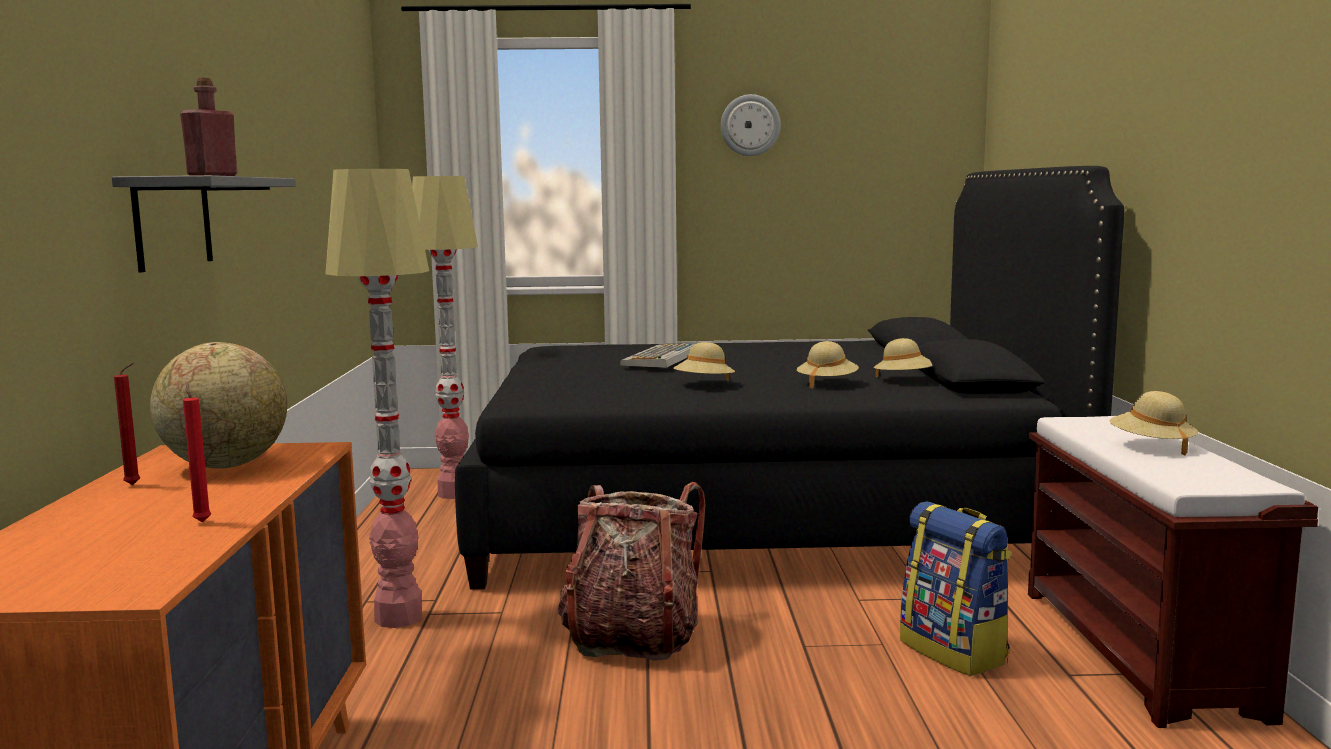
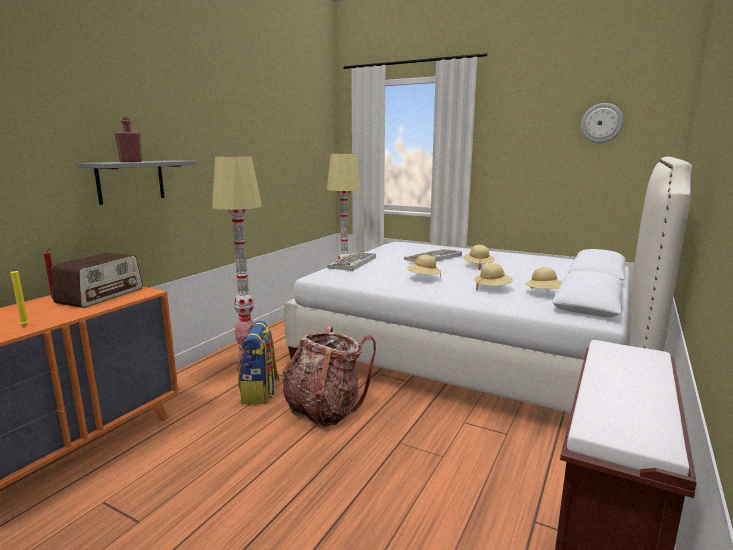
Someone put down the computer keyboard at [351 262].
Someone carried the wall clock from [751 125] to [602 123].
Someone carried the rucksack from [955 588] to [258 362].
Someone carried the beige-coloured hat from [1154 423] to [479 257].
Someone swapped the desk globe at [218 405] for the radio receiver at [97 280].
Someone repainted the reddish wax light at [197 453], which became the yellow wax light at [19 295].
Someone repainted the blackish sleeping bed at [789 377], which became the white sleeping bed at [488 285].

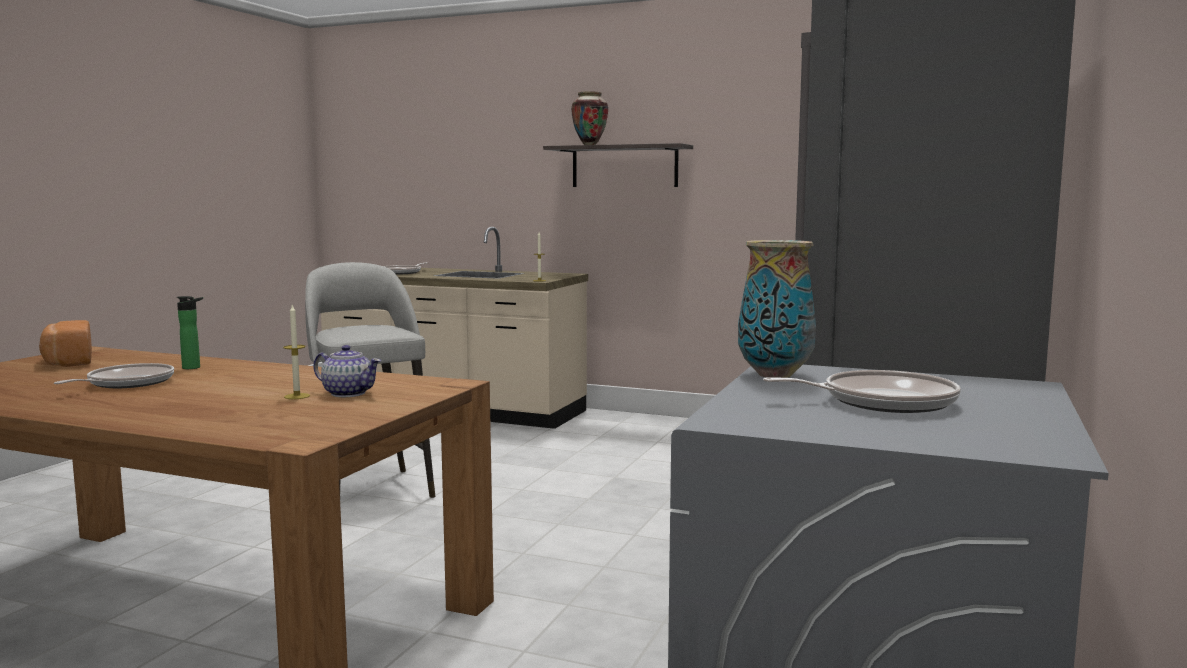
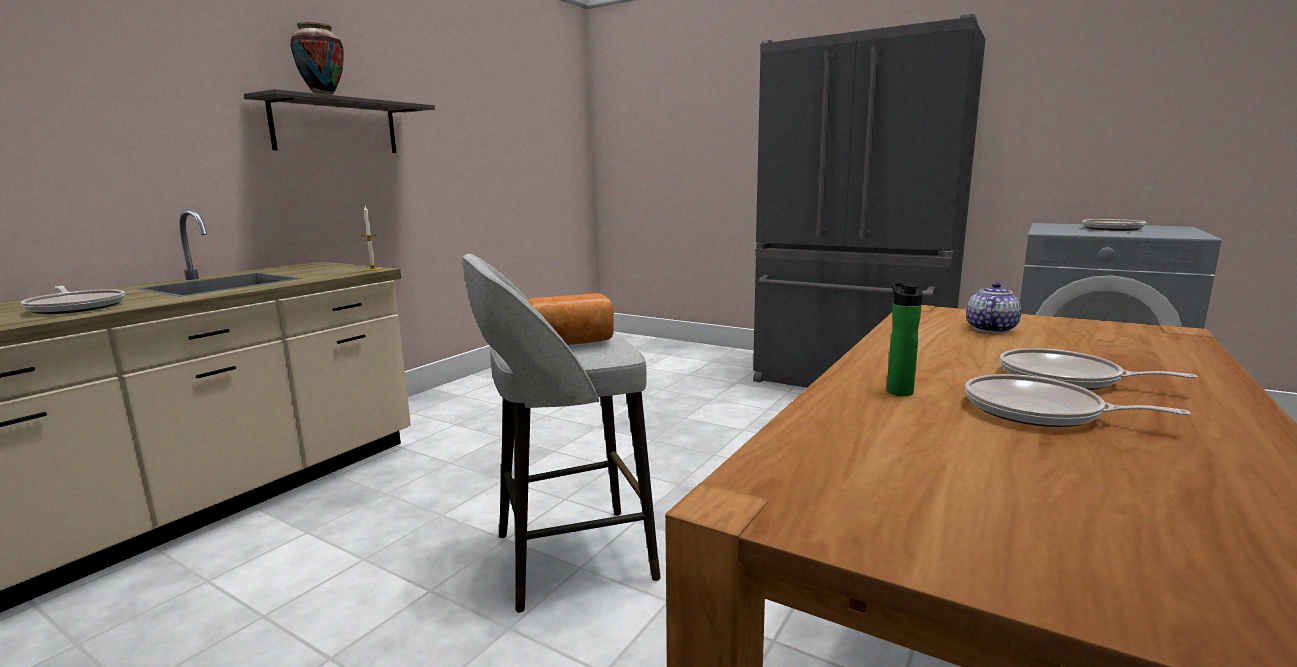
Someone took away the wax light at [296 352].
Someone took away the flower vase at [777 309].
Someone put down the frying pan at [1099 369].
Someone carried the baked bread from [65 343] to [570 319].

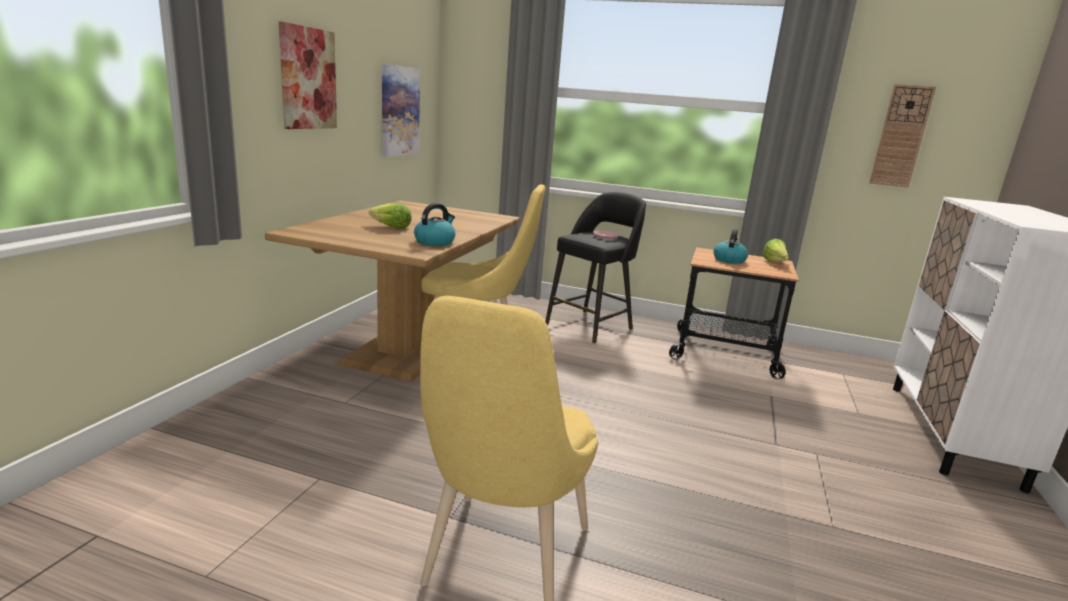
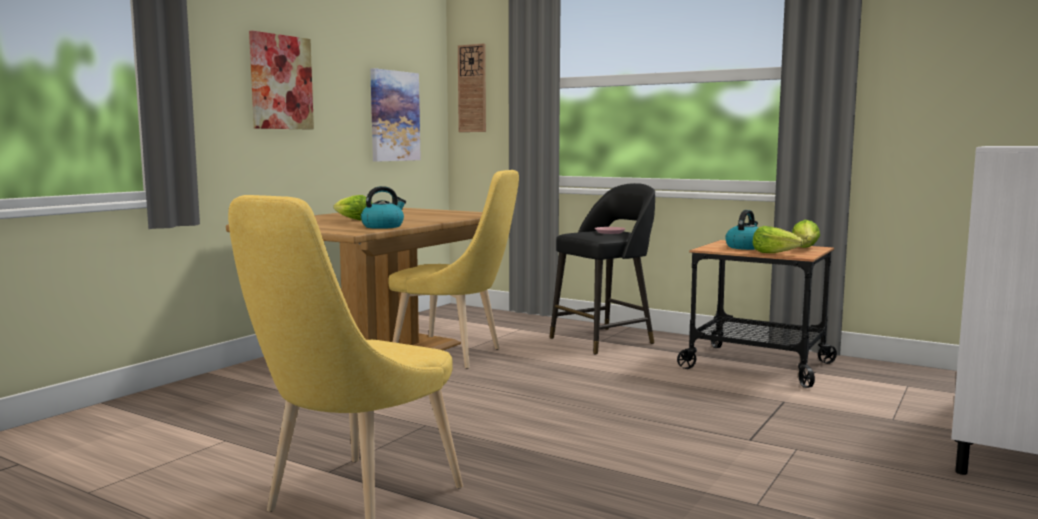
Someone put down the lettuce head at [778 239].
Someone carried the wall clock from [902 136] to [472 87].

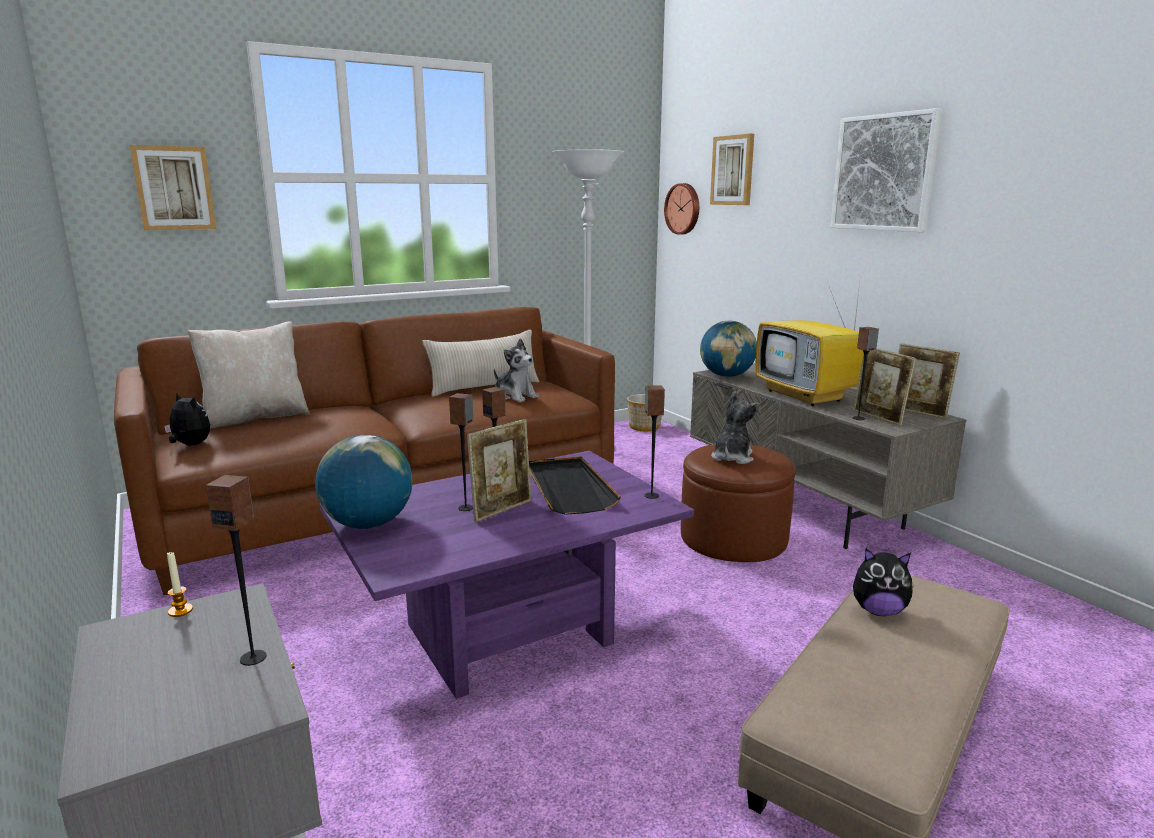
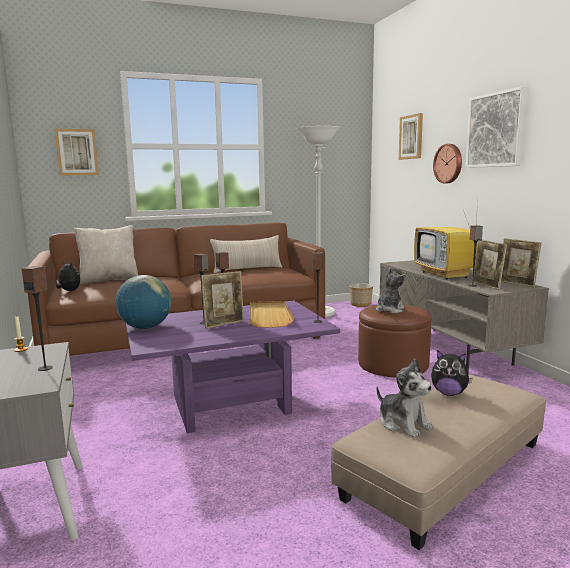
Someone took away the desk globe at [728 349].
Someone carried the cuddly toy from [516 370] to [405 398].
Someone carried the wall clock from [681 209] to [447 163].
Someone repainted the blackish carrying tray at [575 485], which became the beige-coloured carrying tray at [271 314].

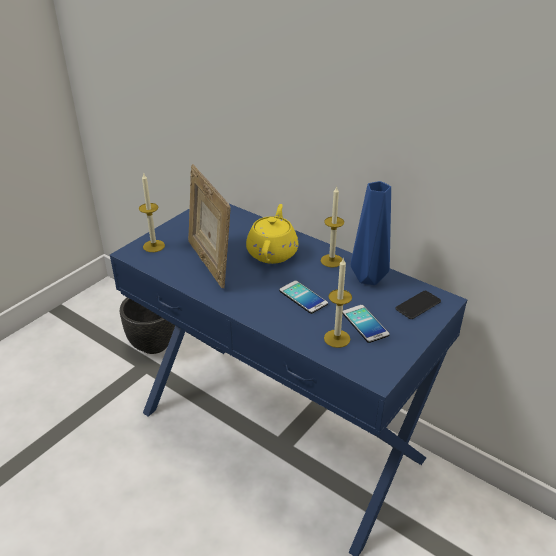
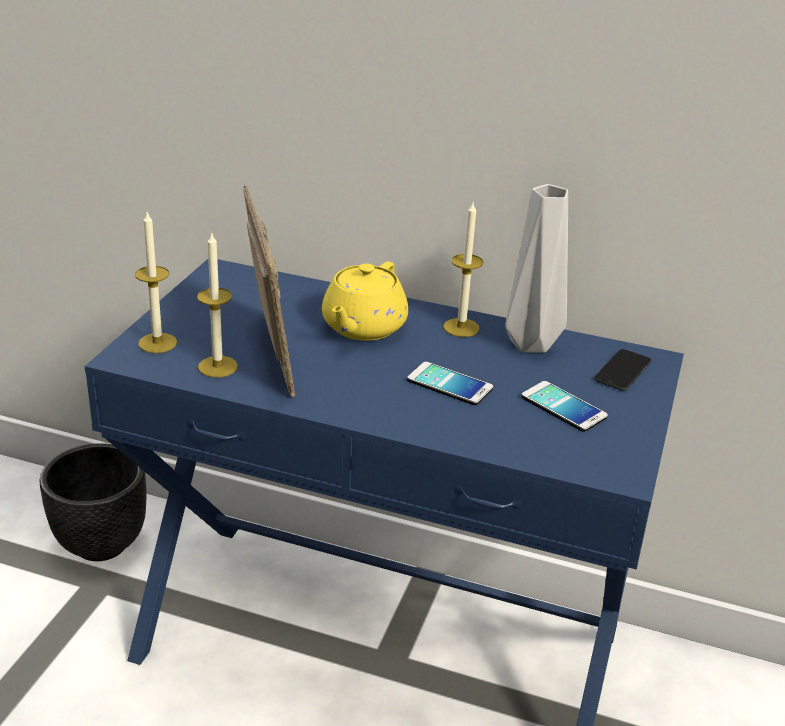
Someone carried the wax light from [338 303] to [217 304].
Someone repainted the bluish flower vase at [370 233], which became the grey flower vase at [536 268].
Someone rotated the standing frame at [209 226] by 150 degrees counterclockwise.
Someone rotated the yellow teapot at [272 234] by 150 degrees counterclockwise.

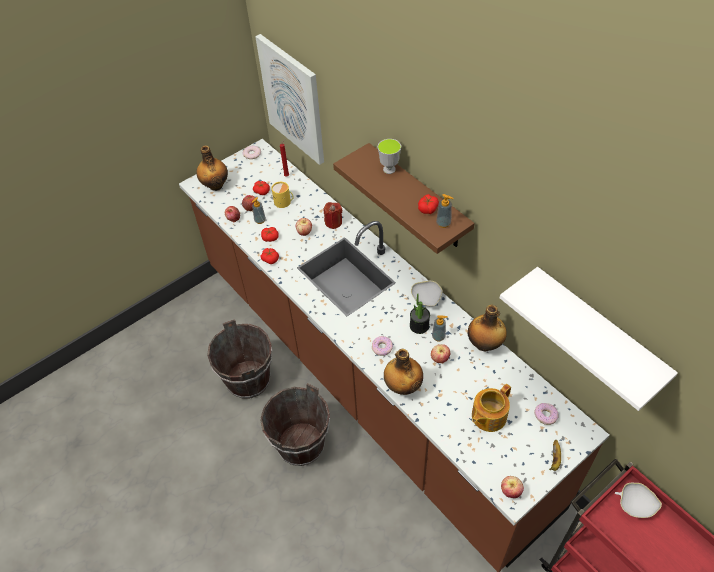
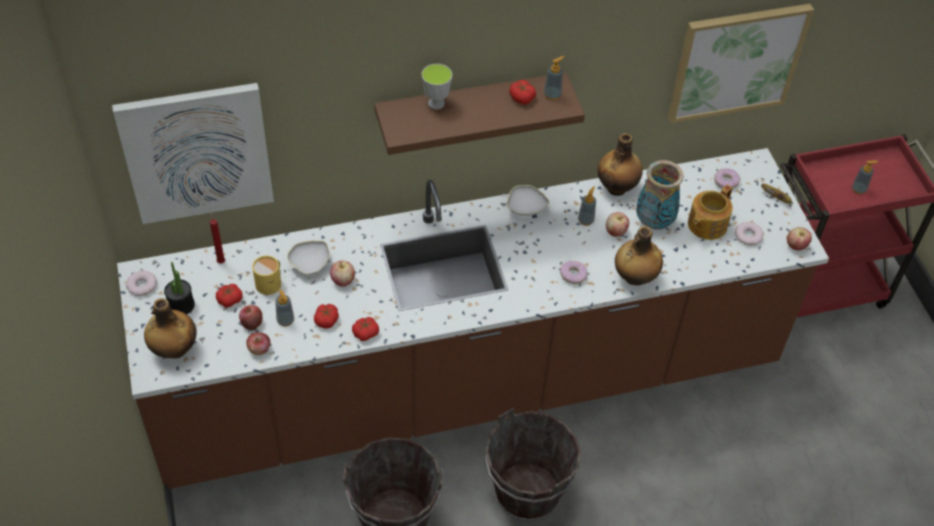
Someone took away the reddish wax light at [332 215].
Someone put down the flower vase at [660 195].
Someone put down the ring doughnut at [749 233].
Someone put down the soap dispenser at [865 177].
Someone carried the plant in a pot from [420 313] to [179 288].
Someone carried the white deep dish from [638 500] to [308 258].
Someone swapped the white bracket shelf at [589 339] for the picture at [741 63].
Someone rotated the teapot at [491 408] by 60 degrees clockwise.

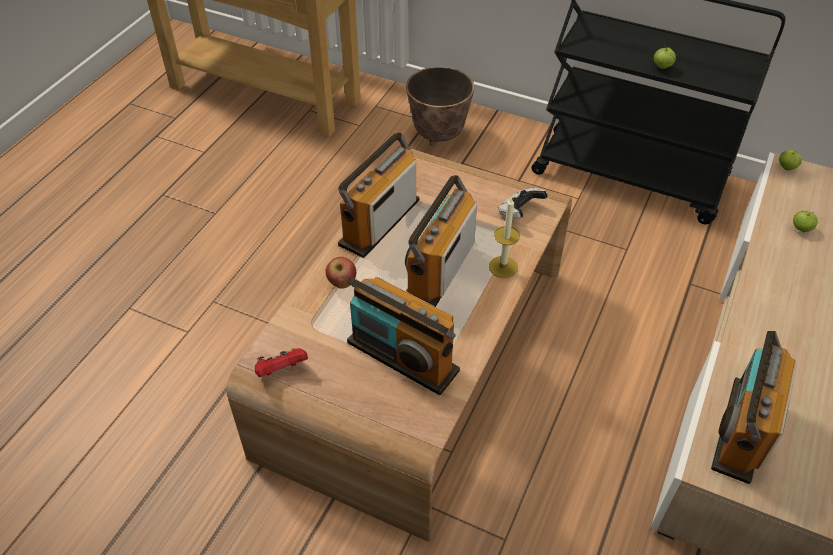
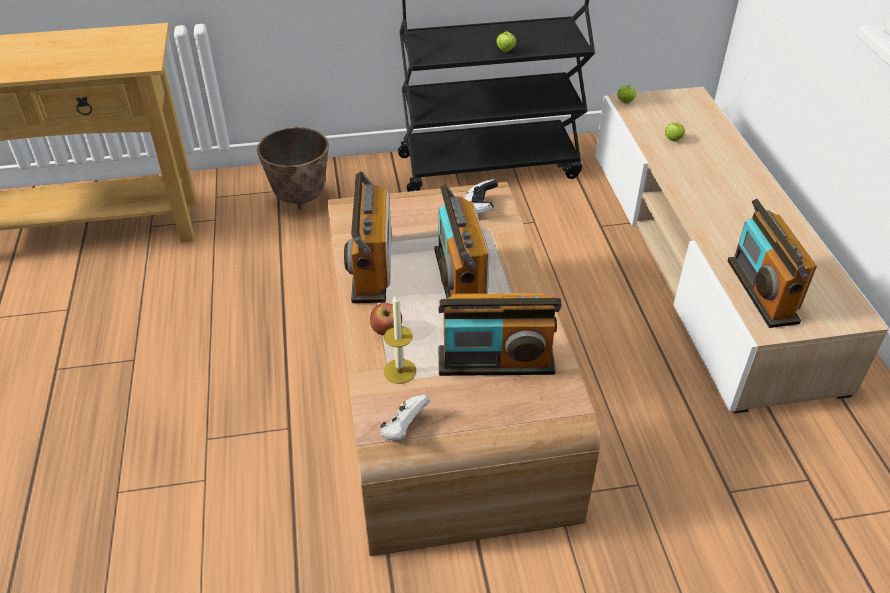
Someone carried the wax light from [504 237] to [400 339].
Someone repainted the reddish game controller at [281 362], which became the white game controller at [405 417].

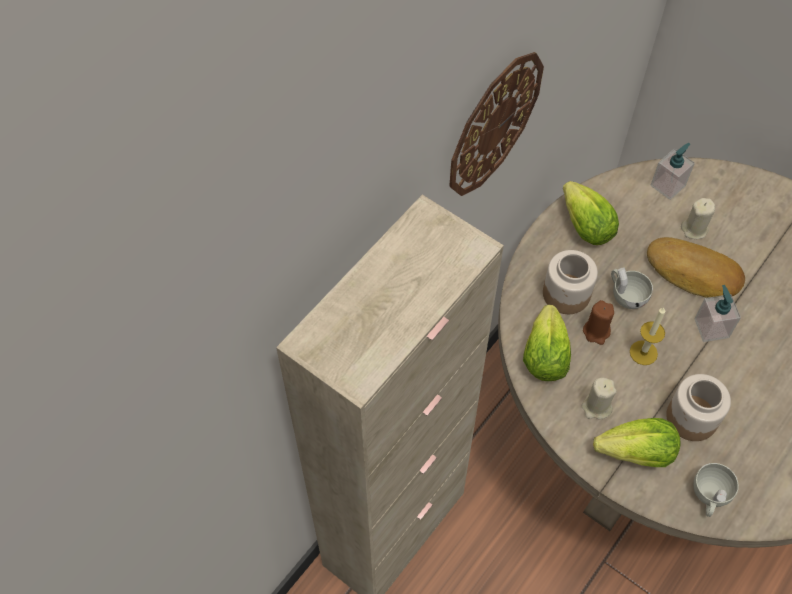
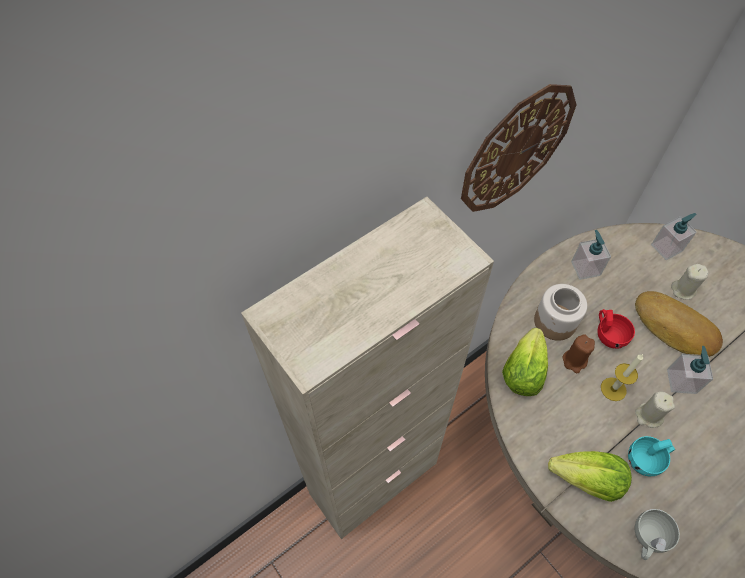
Someone carried the beige-coloured wax light from [599 399] to [655 409].
Someone swapped the lettuce head at [591 213] for the soap dispenser at [591 255].
Someone swapped the storage jar at [698 407] for the turquoise drinking cup at [651 456].
Someone repainted the white drinking cup at [632 288], which became the reddish drinking cup at [616 329].

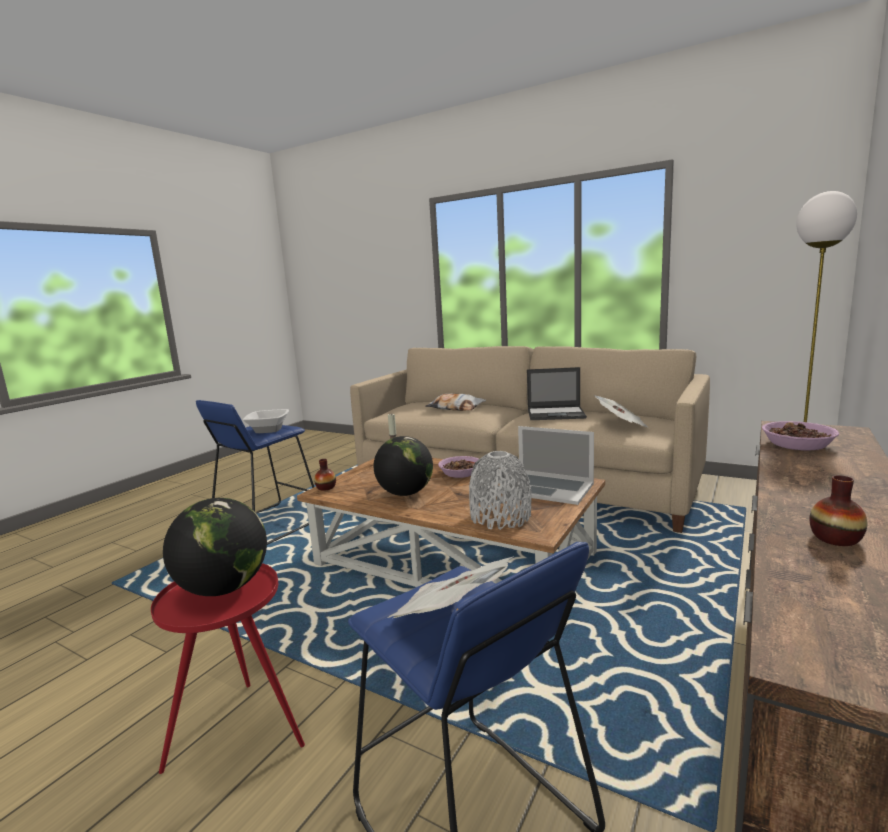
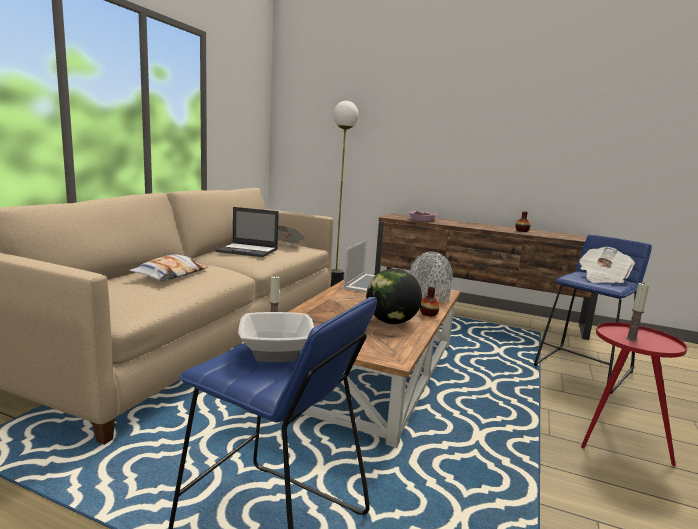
Someone took away the deep dish at [458 467].
Someone carried the flower vase from [325 475] to [430 301].
Someone swapped the desk globe at [215 547] for the wax light at [637 311].
Someone rotated the portable computer at [557 393] by 105 degrees clockwise.

